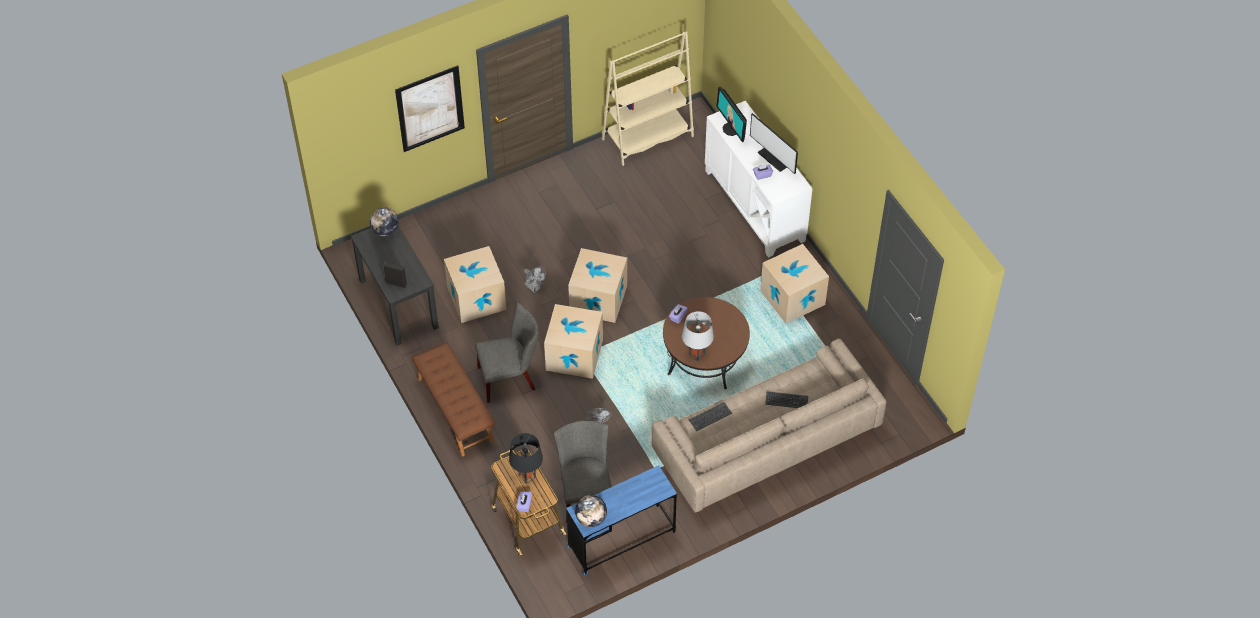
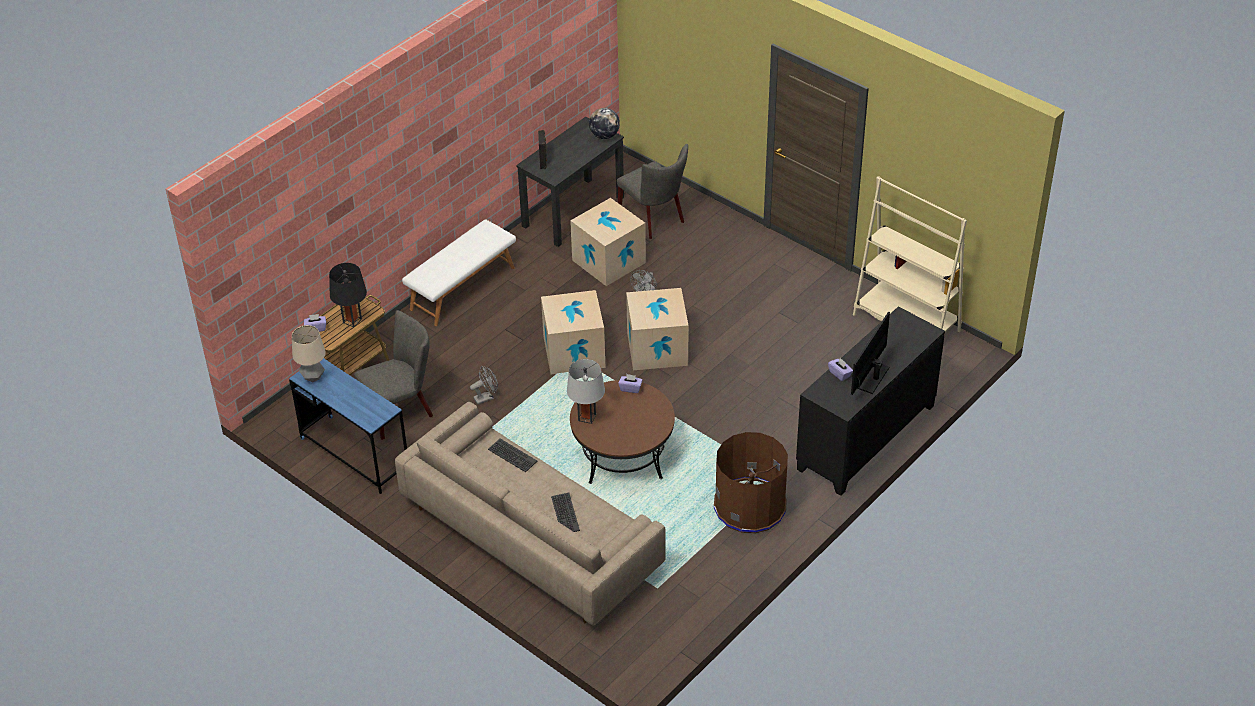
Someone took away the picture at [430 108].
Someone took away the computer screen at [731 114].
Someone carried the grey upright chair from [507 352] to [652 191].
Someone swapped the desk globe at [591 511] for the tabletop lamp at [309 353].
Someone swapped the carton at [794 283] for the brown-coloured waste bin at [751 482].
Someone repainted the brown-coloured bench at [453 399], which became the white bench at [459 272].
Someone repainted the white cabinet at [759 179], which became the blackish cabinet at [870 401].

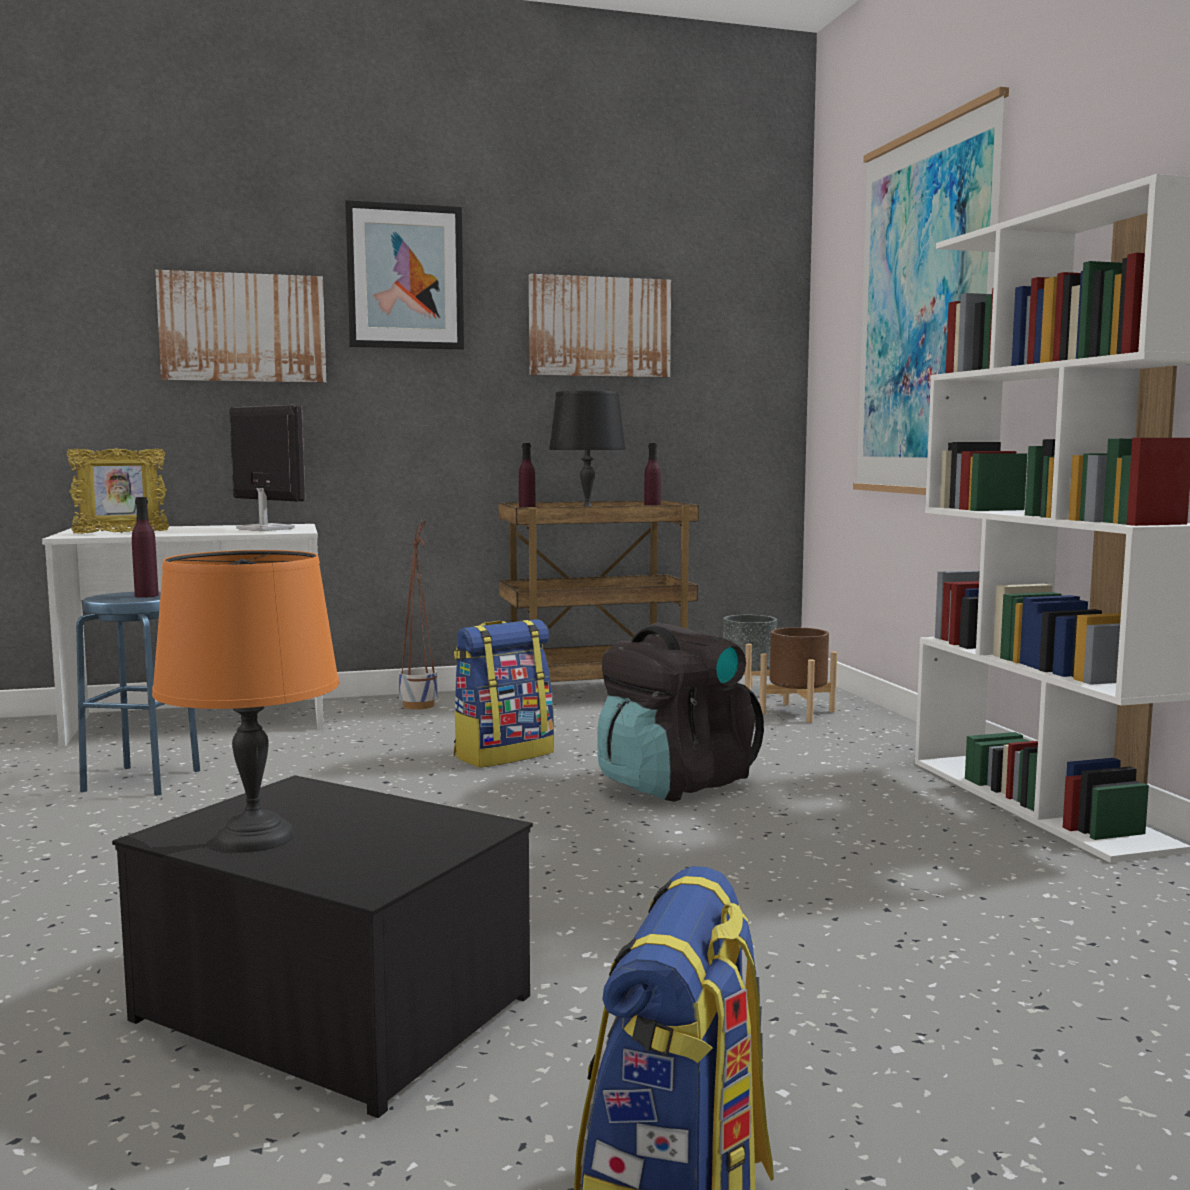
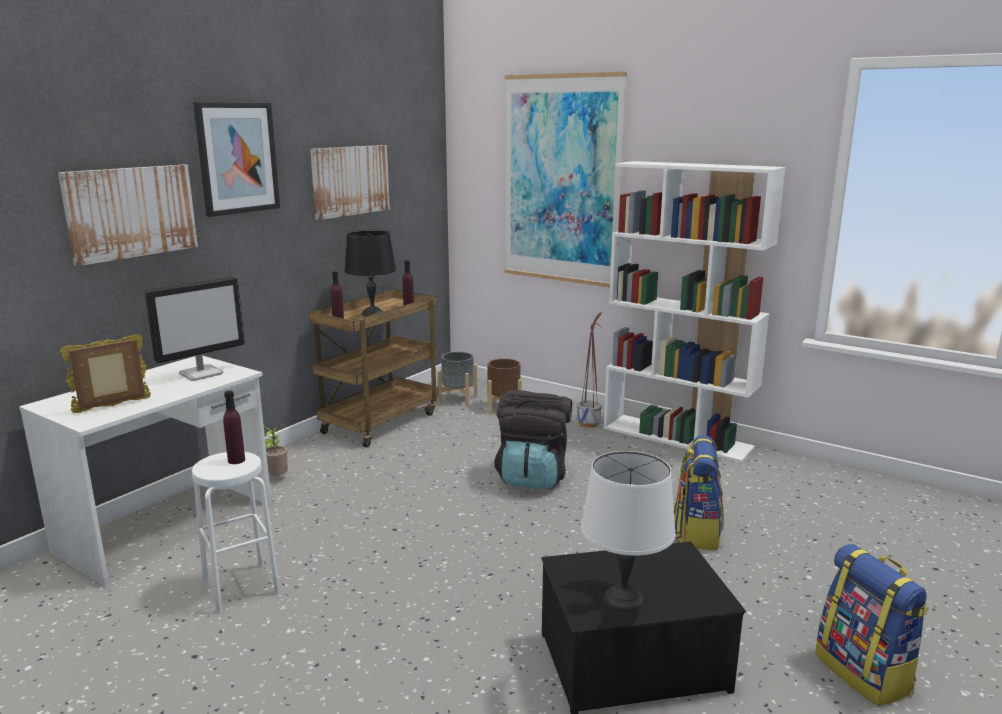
Someone put down the plant in a pot at [276 450].
Someone carried the plant pot from [418 614] to [589 370].
Someone carried the rucksack from [504 693] to [699 492].
Someone repainted the bluish stool at [138 694], which became the white stool at [236 532].
Someone repainted the orange tabletop lamp at [245 701], which became the white tabletop lamp at [628 531].
Someone rotated the standing frame at [118 491] by 150 degrees counterclockwise.
Someone rotated the computer screen at [267 468] by 135 degrees clockwise.

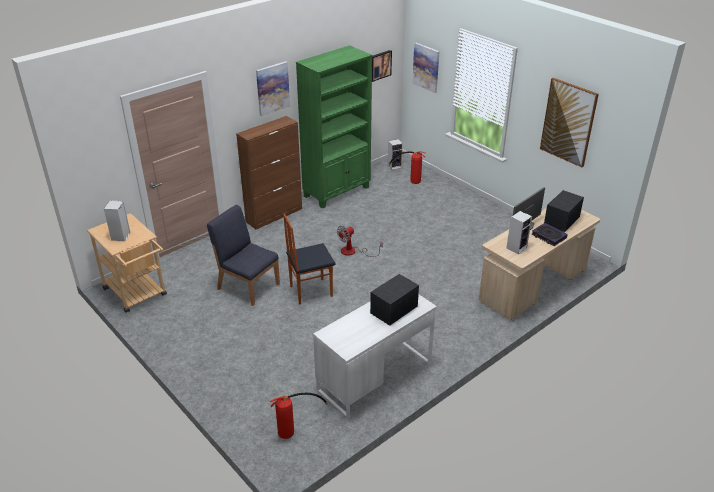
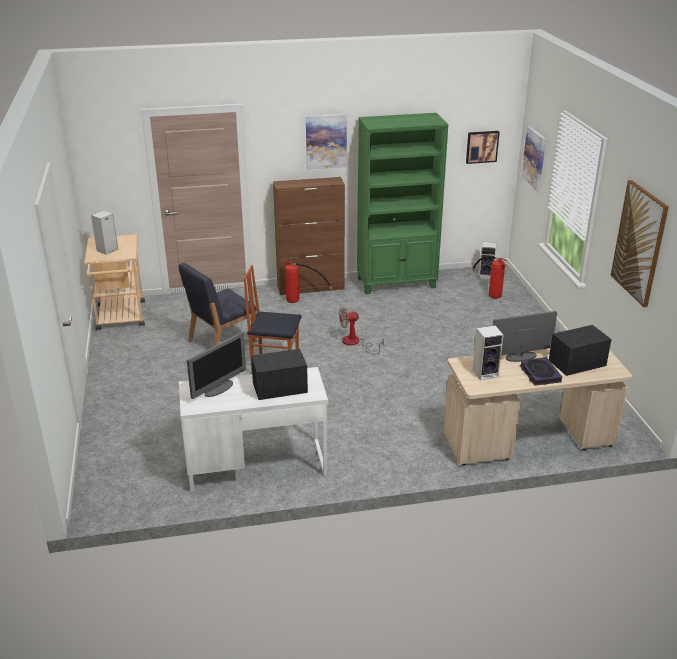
Someone put down the computer screen at [216 365].
Someone carried the fire extinguisher from [299 416] to [306 281].
Someone rotated the bluish upright chair at [243 255] by 105 degrees counterclockwise.

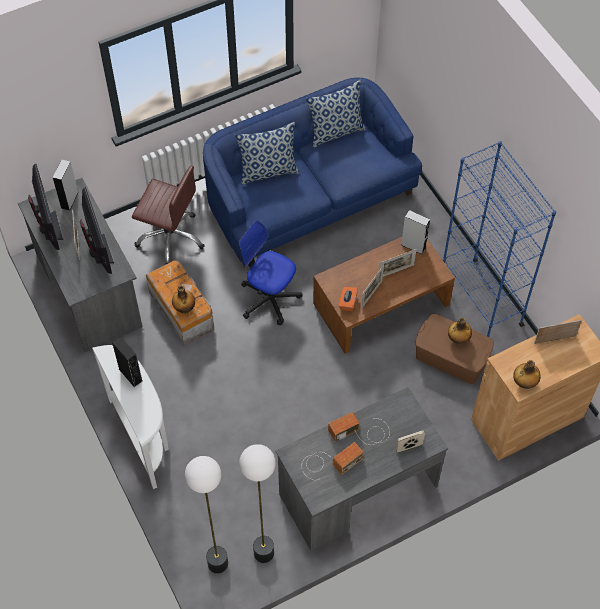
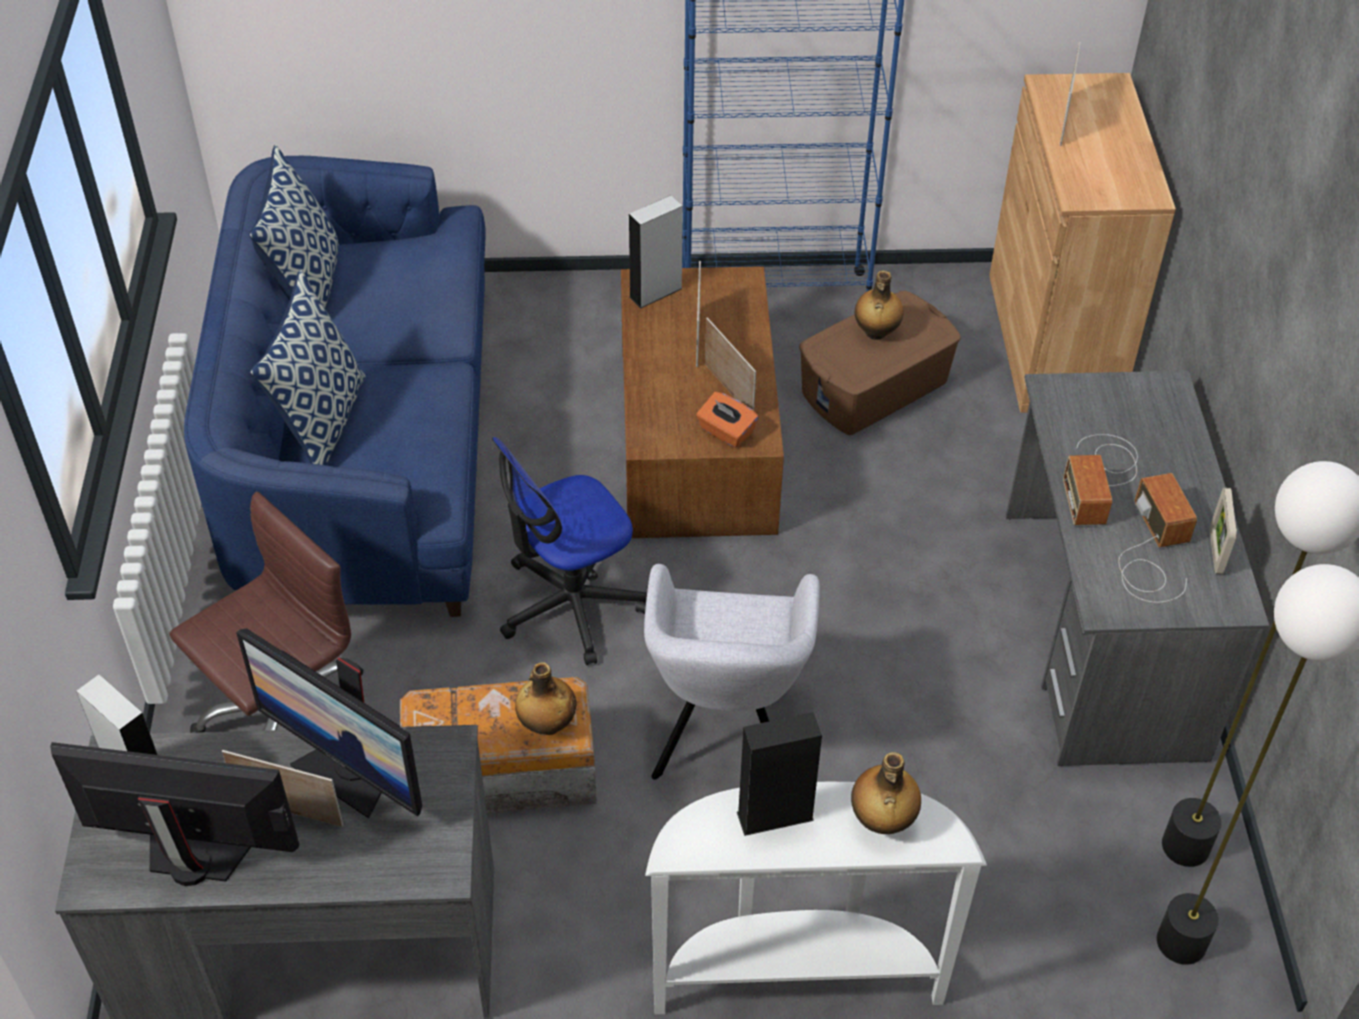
Someone put down the grey lounge chair at [732 672].
Someone carried the standing frame from [410 441] to [1223 531].
Someone carried the beverage bottle from [527 374] to [886 793].
Someone rotated the computer screen at [97 230] by 150 degrees counterclockwise.

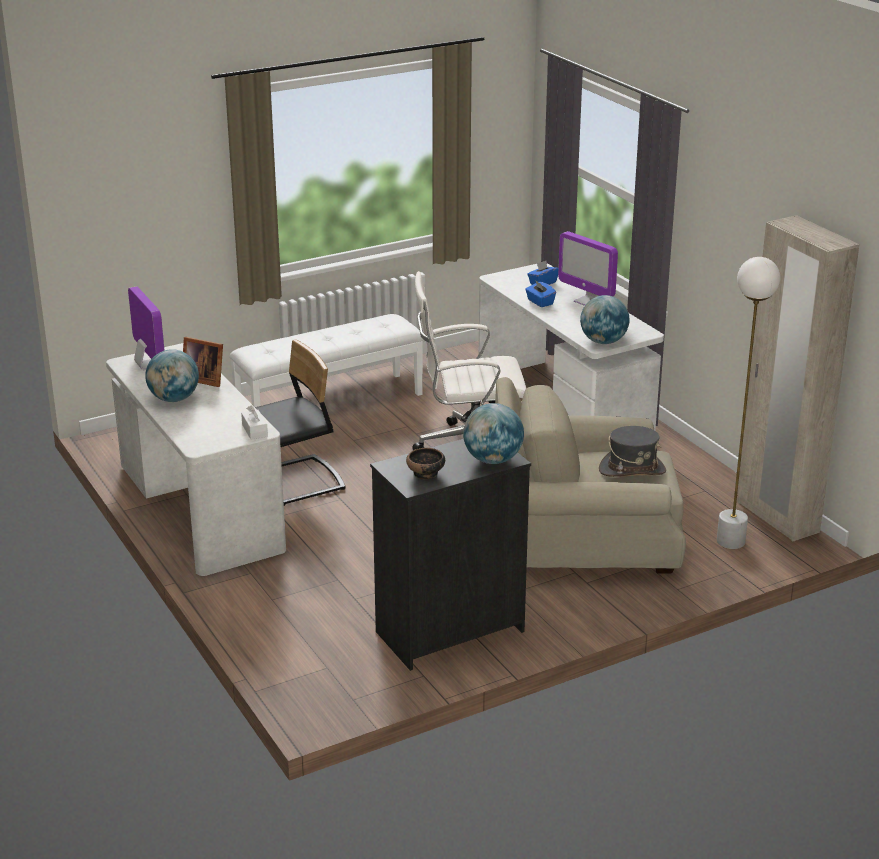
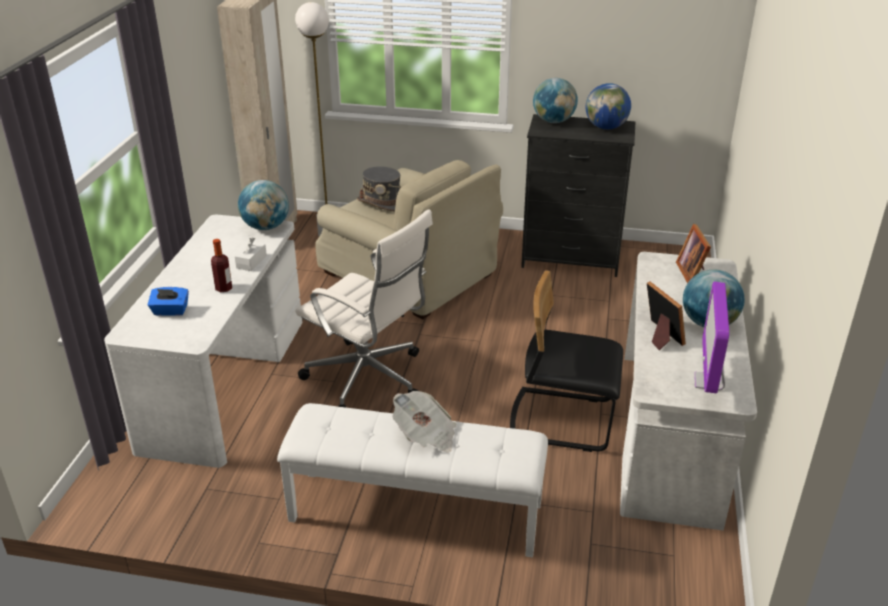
Someone took away the computer screen at [588 268].
Someone put down the daily paper at [424 421].
Someone put down the standing frame at [693 253].
Someone carried the white tissue holder from [254 422] to [251 254].
Someone swapped the deep dish at [425 463] for the desk globe at [608 106].
Someone swapped the bluish tissue holder at [540 293] for the beverage bottle at [221 265].

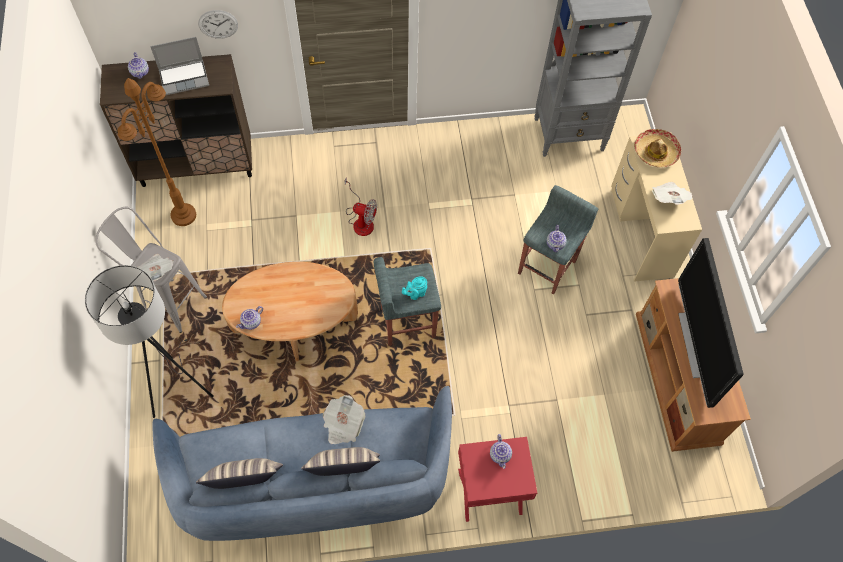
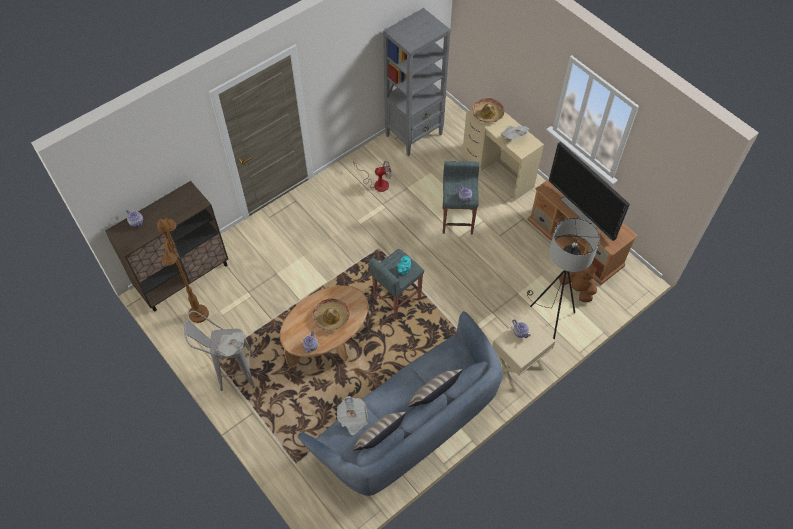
Someone took away the portable computer at [179 66].
Someone took away the wall clock at [218 24].
Someone put down the hat at [331 314].
Someone put down the brown-coloured cuddly toy at [578 282].
Someone carried the grey floor lamp from [149 341] to [563 279].
Someone carried the daily paper from [344 419] to [352 415].
Someone carried the cooling fan from [361 206] to [372 176].
Someone repainted the reddish end table at [497 479], which became the beige-coloured end table at [523 353].

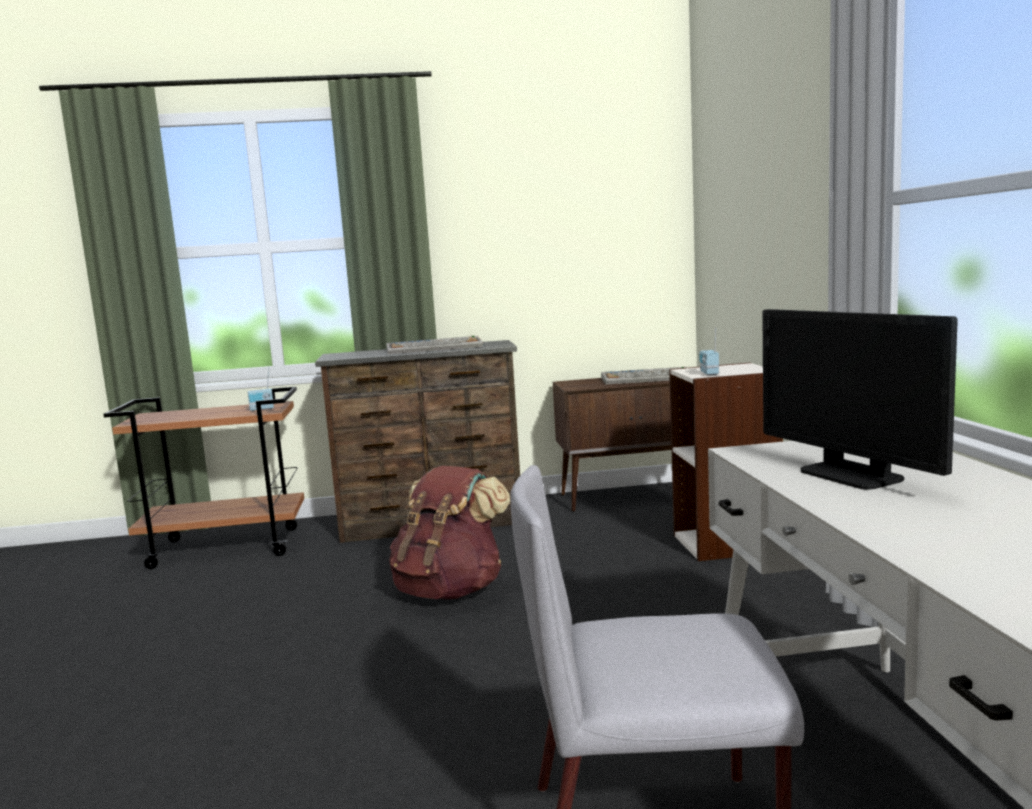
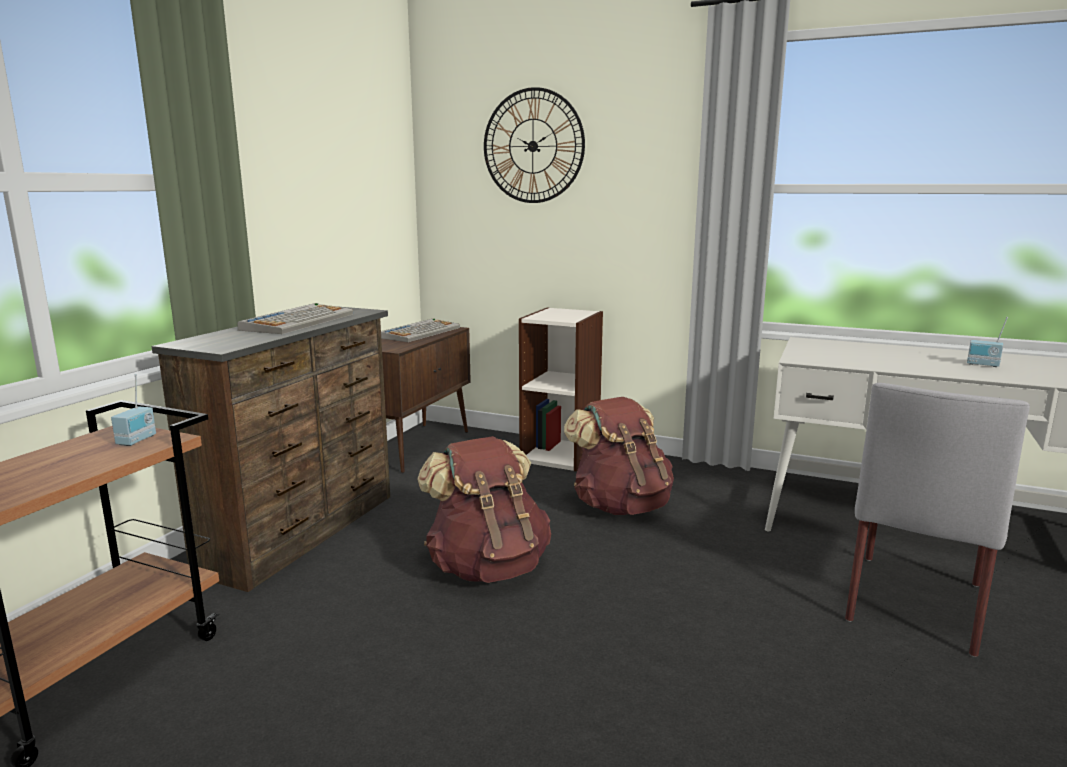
Someone took away the computer screen at [860 399].
Someone put up the wall clock at [534 145].
Someone put down the brown-coloured rucksack at [619 456].
Someone carried the radio receiver from [709 351] to [987 342].

